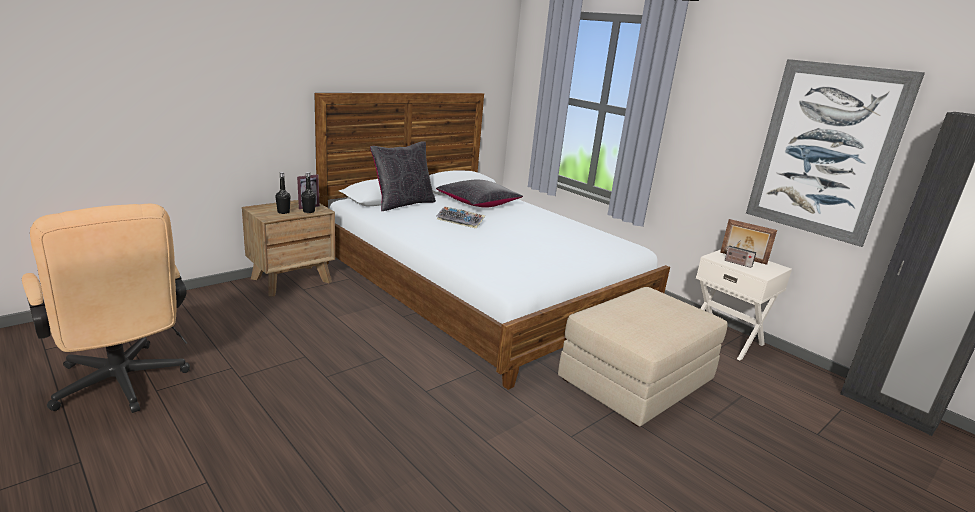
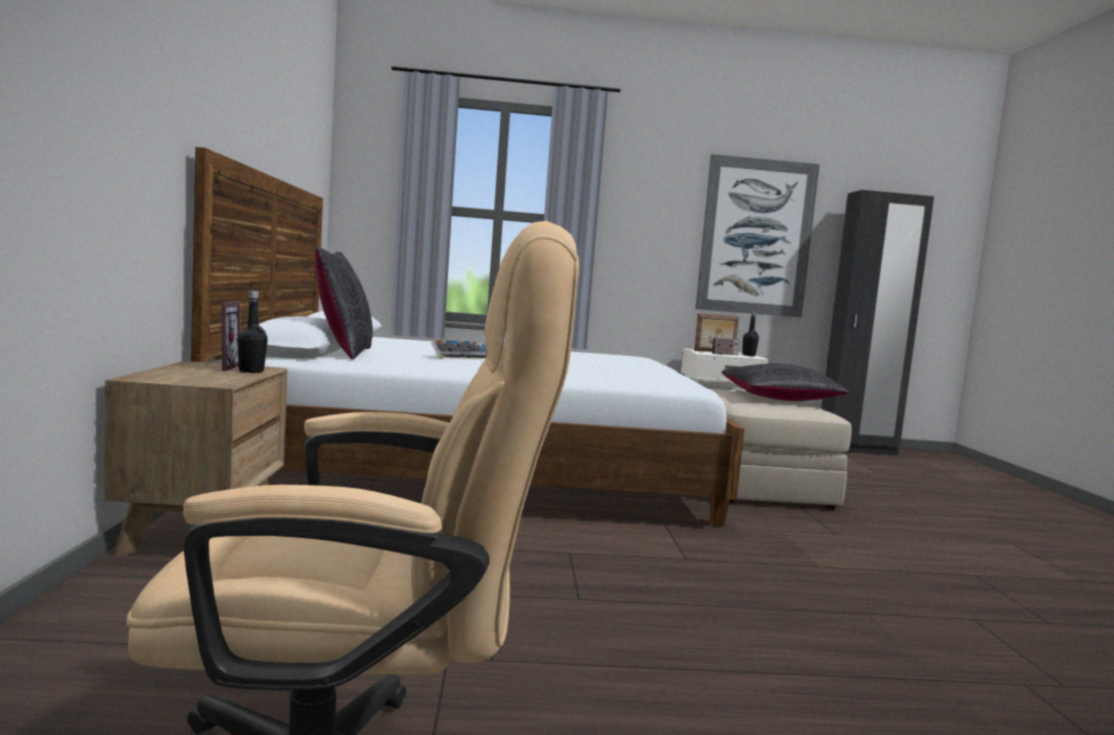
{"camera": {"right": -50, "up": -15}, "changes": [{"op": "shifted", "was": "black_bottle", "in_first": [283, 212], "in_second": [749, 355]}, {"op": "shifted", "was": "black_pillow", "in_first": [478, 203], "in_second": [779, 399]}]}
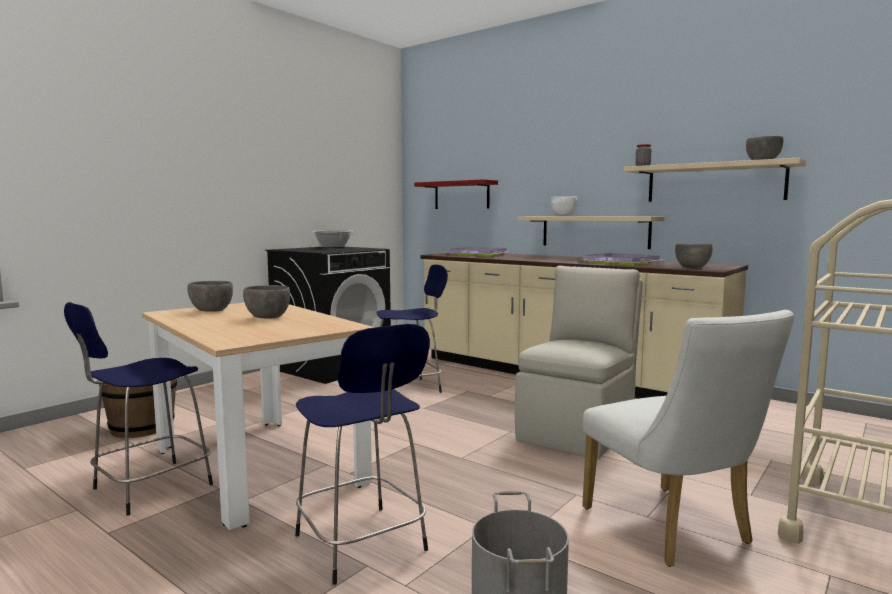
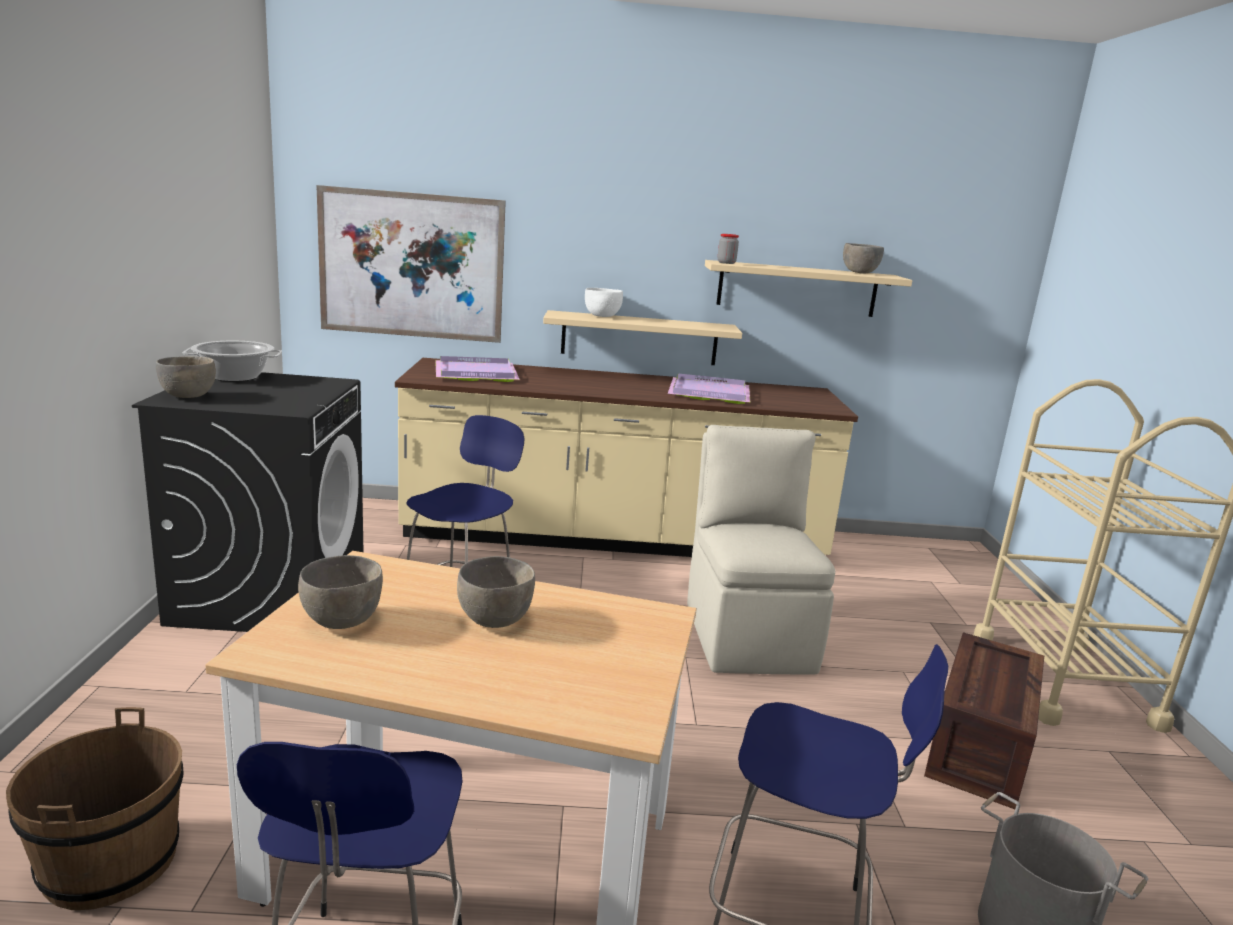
{"camera": {"right": -40, "up": 10}, "changes": [{"op": "shifted", "was": "grey_bowl", "in_first": [692, 267], "in_second": [188, 396]}, {"op": "swapped", "was": "red_shelf", "now": "picture", "in_first": [461, 195], "in_second": [411, 265]}, {"op": "swapped", "was": "white_chair", "now": "crate", "in_first": [673, 530], "in_second": [980, 749]}]}
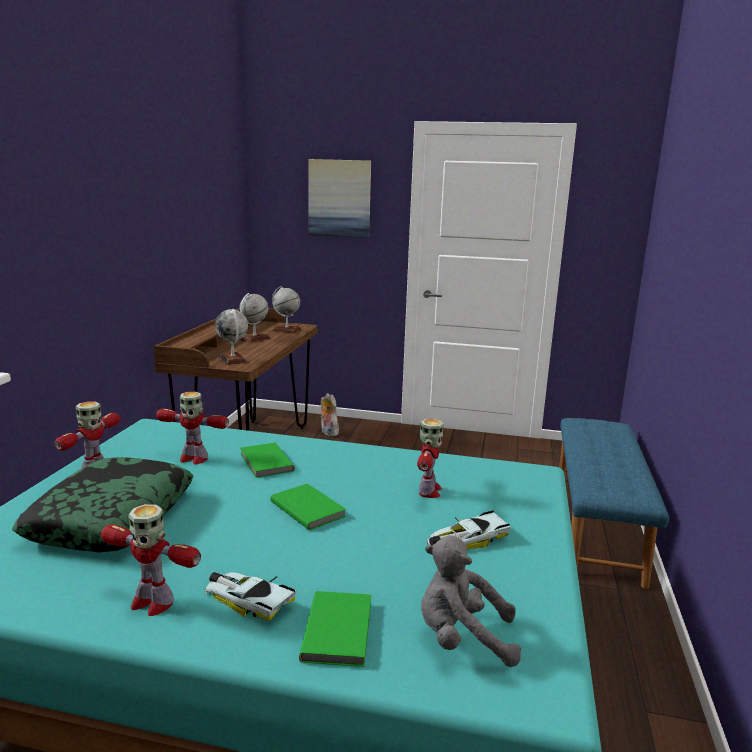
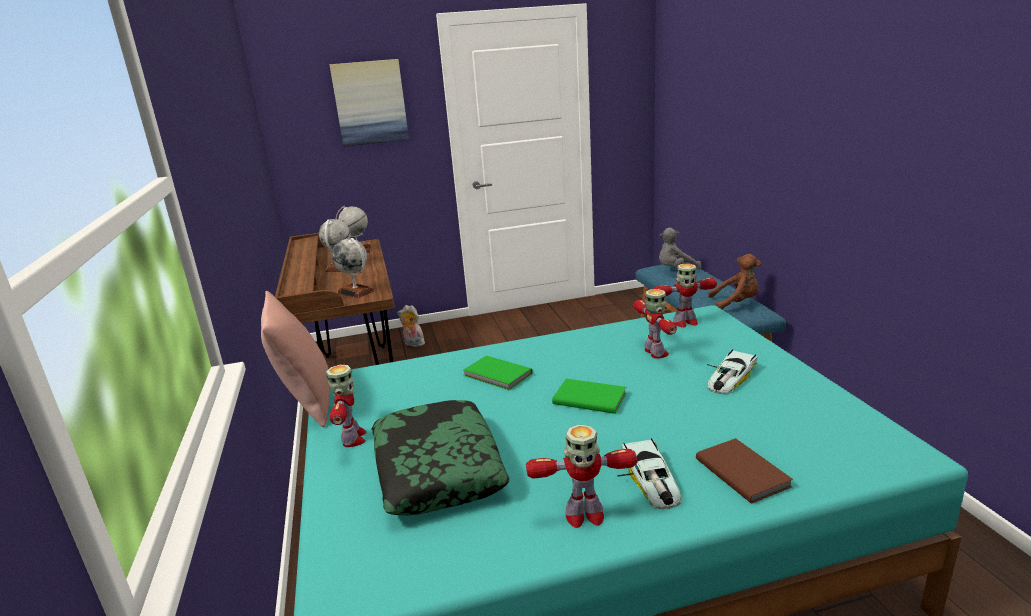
{"camera": {"right": -25, "up": 5}, "changes": [{"op": "new", "now": "pink_pillow", "in_second": [307, 402]}, {"op": "new", "now": "brown_plush_toy", "in_second": [736, 303]}, {"op": "shifted", "was": "toy_robot", "in_first": [193, 458], "in_second": [685, 322]}, {"op": "shifted", "was": "grey_plush_toy", "in_first": [462, 639], "in_second": [675, 269]}, {"op": "repainted", "was": "green_book", "now": "brown_book", "in_first": [340, 630], "in_second": [743, 471]}, {"op": "rotated", "was": "toy_car", "in_first": [248, 598], "in_second": [650, 480], "clockwise": -105}]}
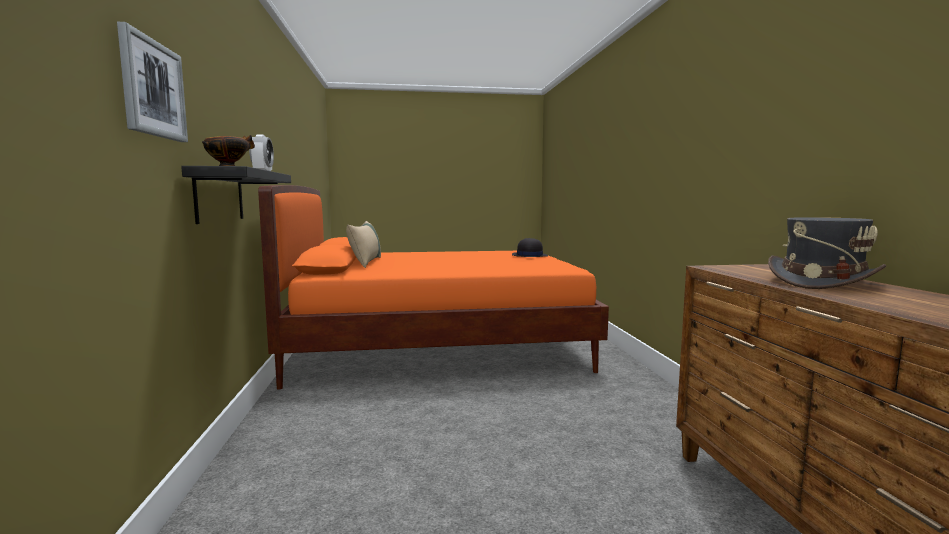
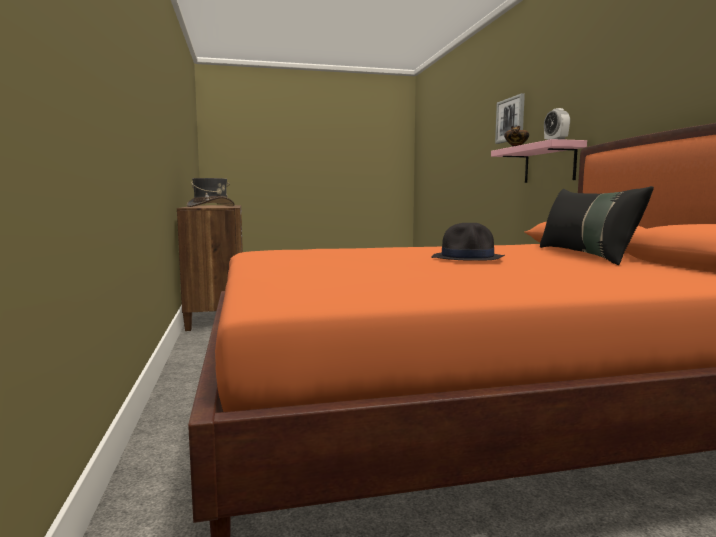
{"camera": {"right": 175, "up": 0}, "changes": [{"op": "shifted", "was": "black_hat", "in_first": [529, 256], "in_second": [468, 258]}, {"op": "repainted", "was": "black_shelf", "now": "pink_shelf", "in_first": [219, 196], "in_second": [549, 164]}, {"op": "repainted", "was": "beige_pillow", "now": "black_pillow", "in_first": [366, 262], "in_second": [585, 255]}]}
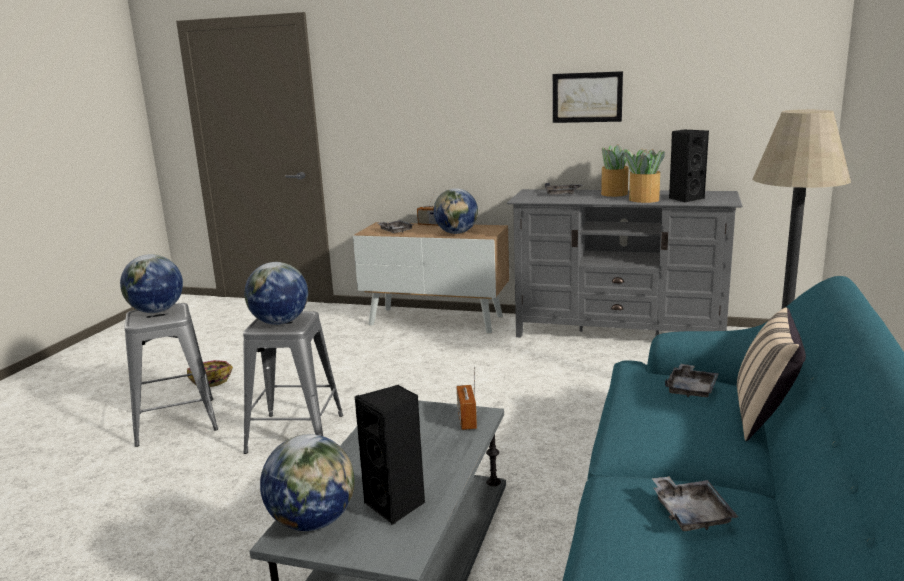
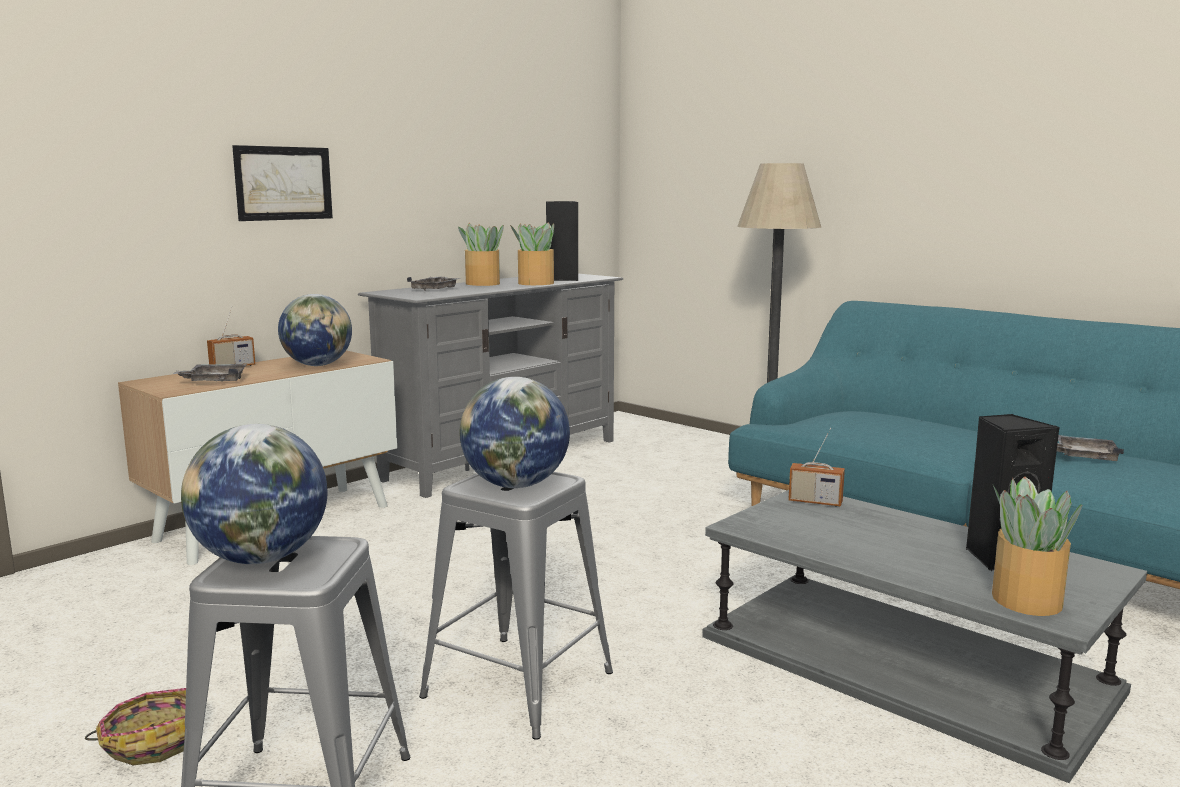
{"camera": {"right": -65, "up": -5}, "changes": [{"op": "gone", "was": "grey_tray", "in_first": [691, 389]}, {"op": "gone", "was": "beige_pillow", "in_first": [764, 417]}, {"op": "shifted", "was": "picture", "in_first": [587, 97], "in_second": [284, 183]}, {"op": "swapped", "was": "globe", "now": "potted_plant", "in_first": [313, 521], "in_second": [1026, 600]}]}
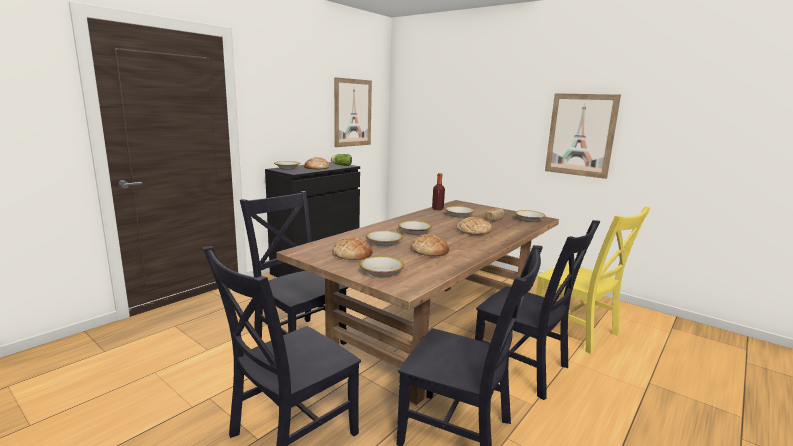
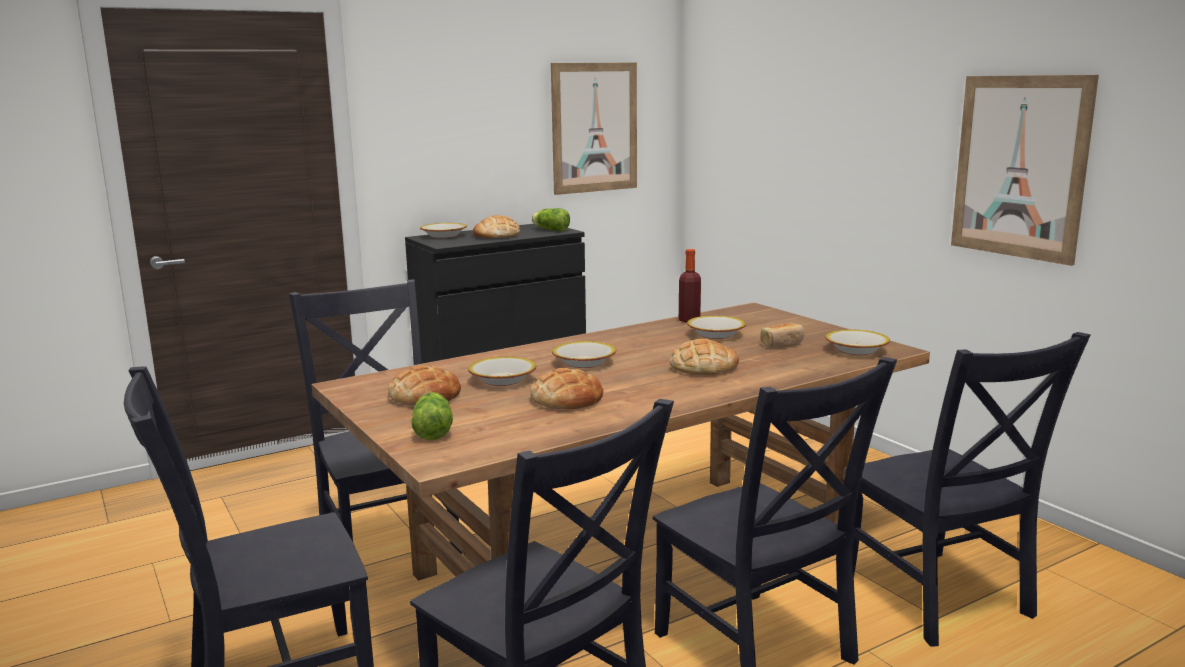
{"camera": {"right": 20, "up": 0}, "changes": [{"op": "swapped", "was": "bowl", "now": "lettuce", "in_first": [381, 272], "in_second": [433, 430]}, {"op": "repainted", "was": "yellow_chair", "now": "black_chair", "in_first": [578, 332], "in_second": [939, 599]}]}
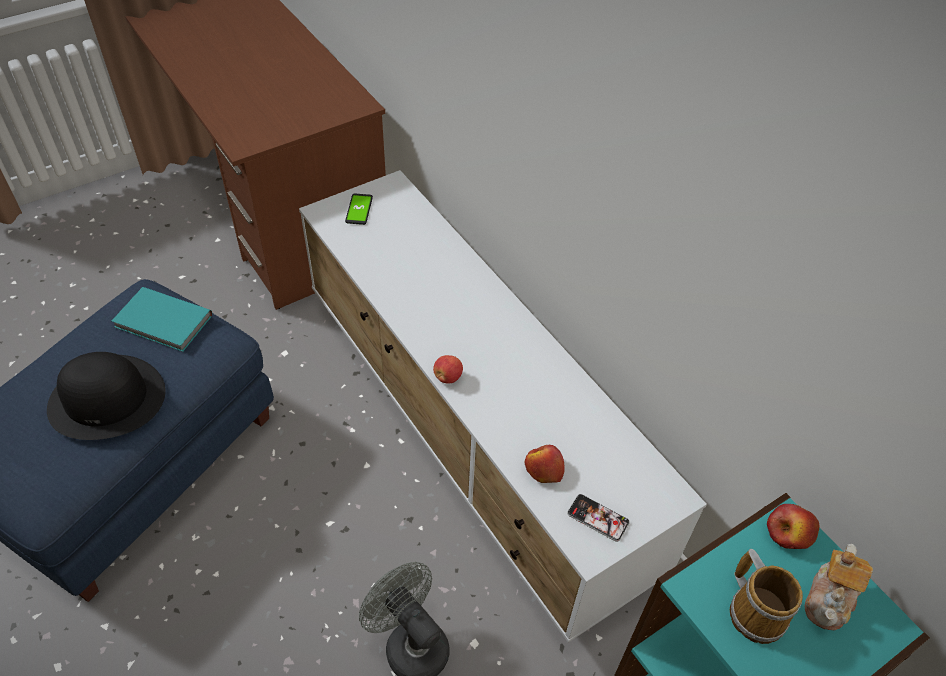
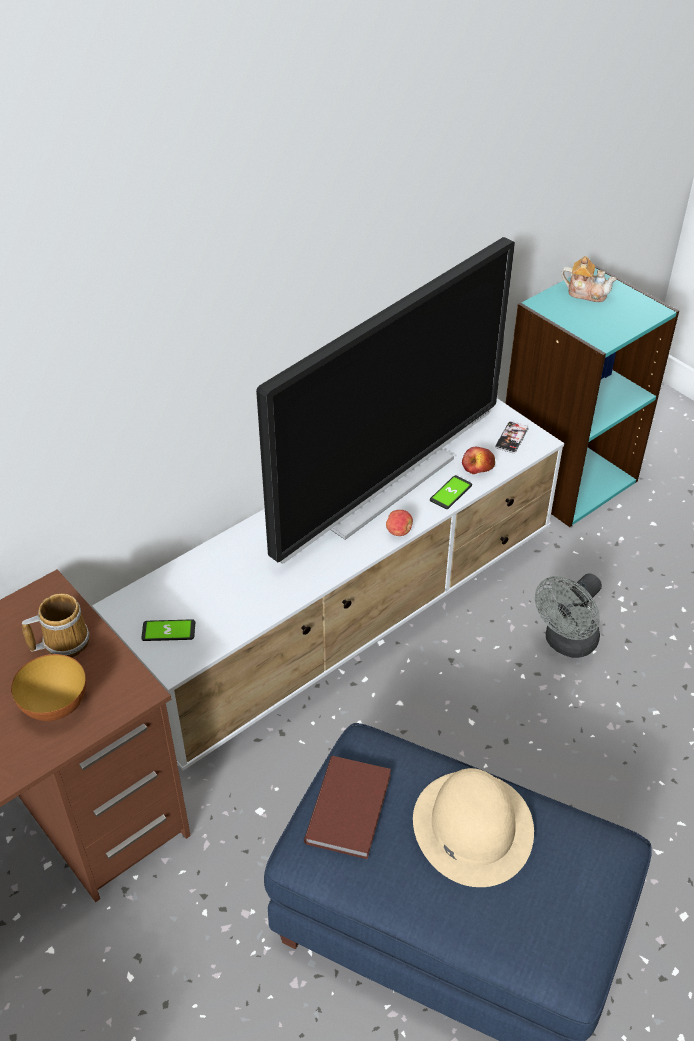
{"camera": {"right": -95, "up": -5}, "changes": [{"op": "gone", "was": "apple", "in_first": [789, 533]}, {"op": "new", "now": "bowl", "in_second": [56, 707]}, {"op": "new", "now": "television", "in_second": [382, 485]}, {"op": "new", "now": "phone", "in_second": [451, 493]}, {"op": "shifted", "was": "mug", "in_first": [756, 611], "in_second": [63, 641]}, {"op": "repainted", "was": "black_hat", "now": "beige_hat", "in_first": [107, 398], "in_second": [472, 826]}, {"op": "repainted", "was": "turquoise_book", "now": "brown_book", "in_first": [163, 323], "in_second": [351, 808]}]}
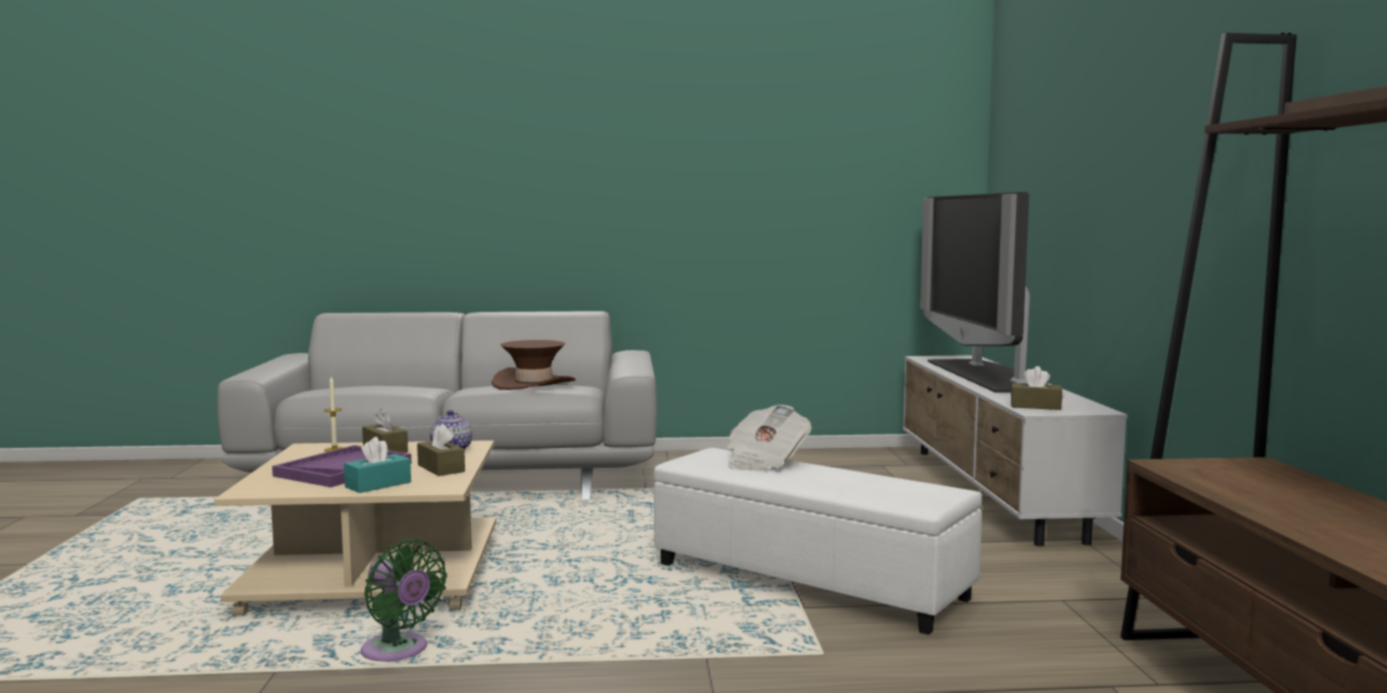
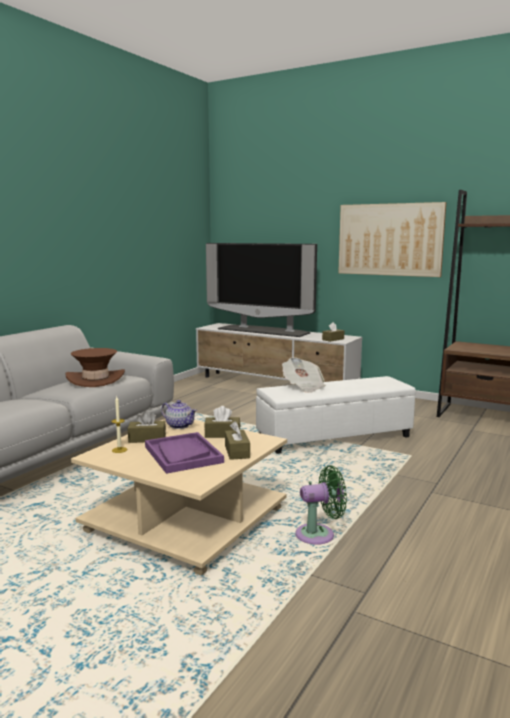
{"camera": {"right": -55, "up": 5}, "changes": [{"op": "new", "now": "picture", "in_second": [389, 239]}, {"op": "repainted", "was": "turquoise_tissue_box", "now": "brown_tissue_box", "in_first": [378, 484], "in_second": [237, 451]}]}
